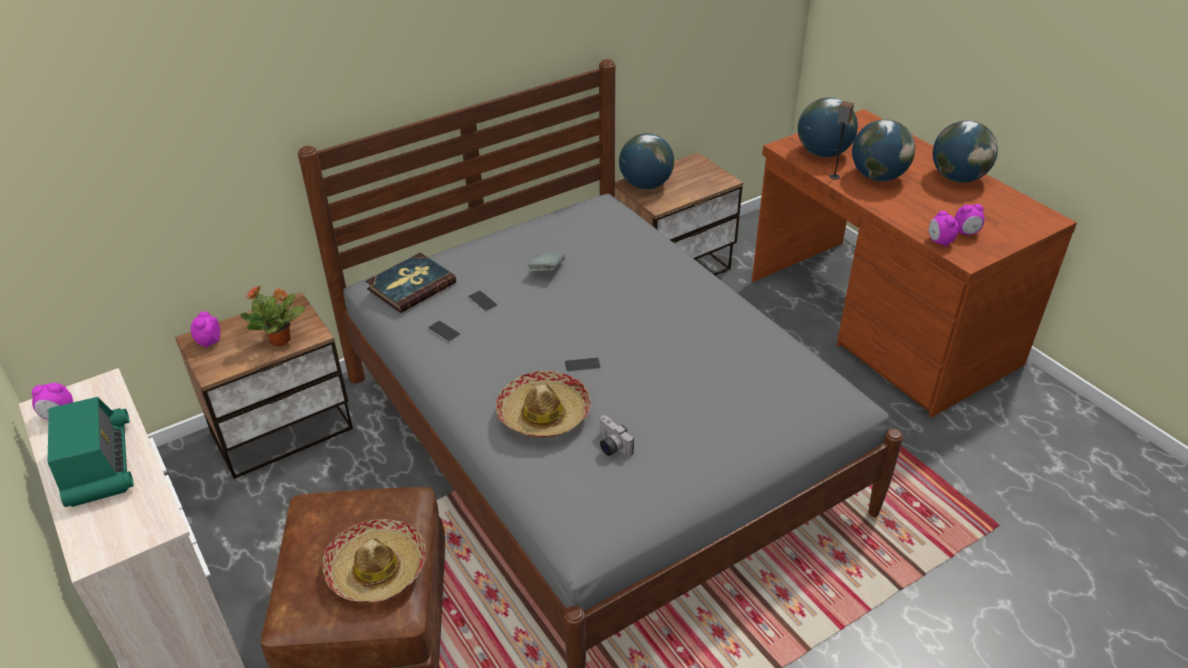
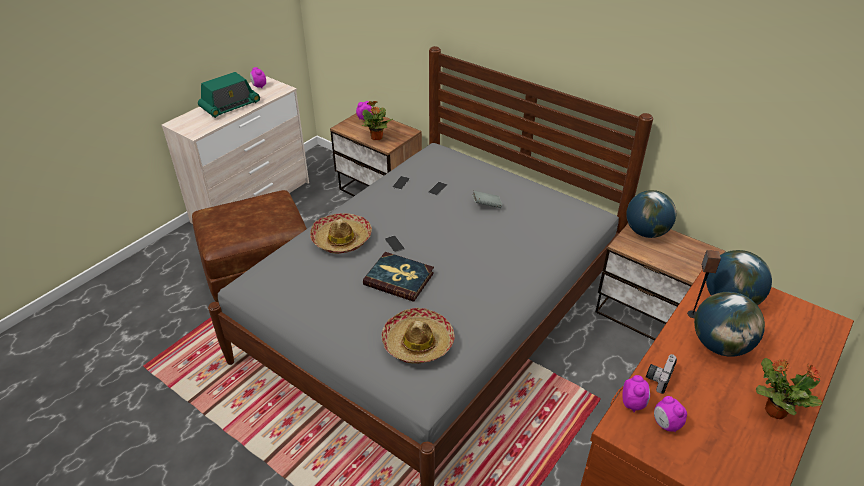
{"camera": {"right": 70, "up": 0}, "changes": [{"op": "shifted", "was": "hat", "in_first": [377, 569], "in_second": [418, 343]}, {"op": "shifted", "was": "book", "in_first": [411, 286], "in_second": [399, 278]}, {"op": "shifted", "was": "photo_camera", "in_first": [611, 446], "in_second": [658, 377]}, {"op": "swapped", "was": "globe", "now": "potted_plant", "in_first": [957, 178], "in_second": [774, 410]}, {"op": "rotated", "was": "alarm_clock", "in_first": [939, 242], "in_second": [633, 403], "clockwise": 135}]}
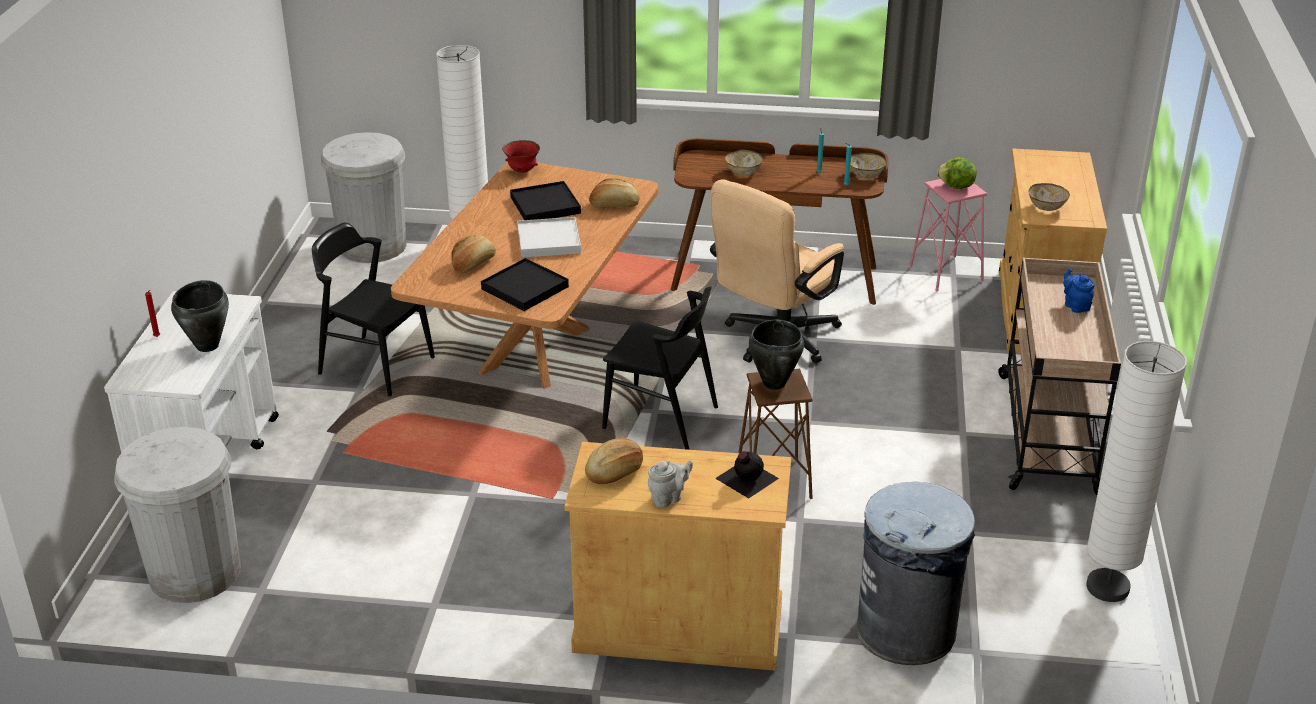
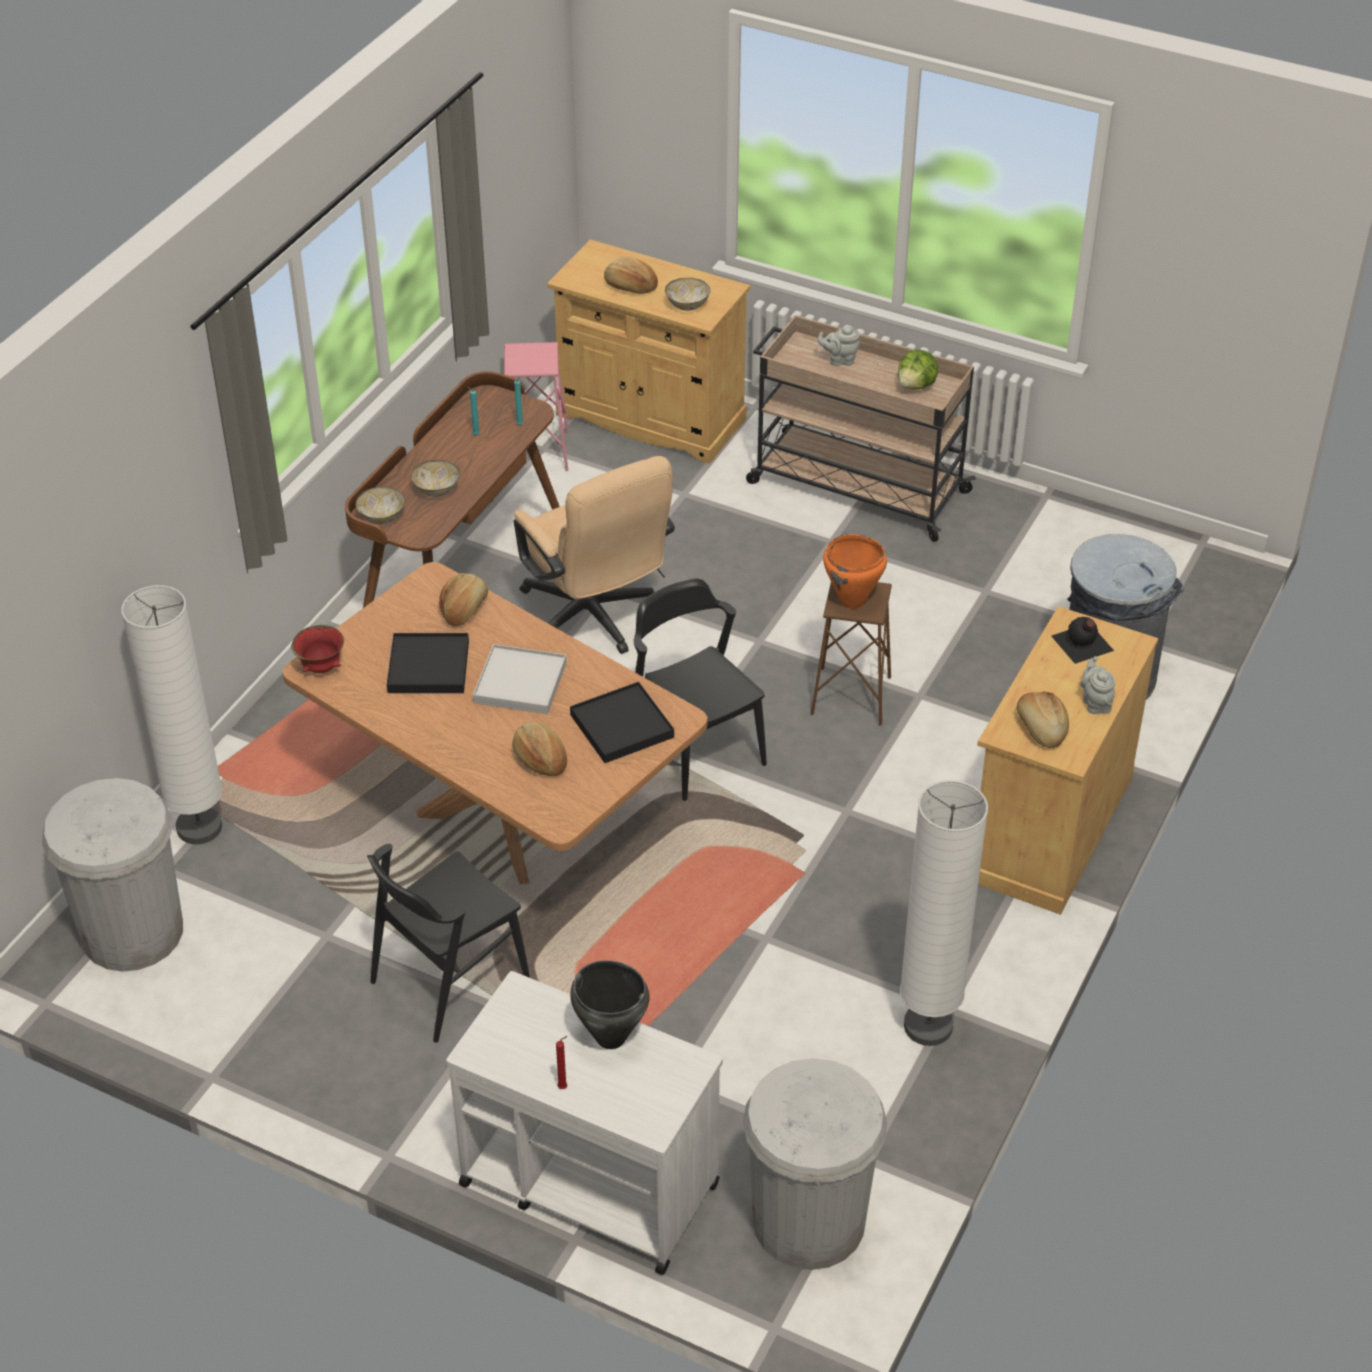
{"camera": {"right": -70, "up": 10}, "changes": [{"op": "new", "now": "bread", "in_second": [630, 286]}, {"op": "shifted", "was": "bowl", "in_first": [866, 175], "in_second": [381, 517]}, {"op": "shifted", "was": "lettuce", "in_first": [956, 187], "in_second": [916, 386]}, {"op": "shifted", "was": "white_floor_lamp", "in_first": [1107, 588], "in_second": [928, 1026]}, {"op": "repainted", "was": "black_cooking_pot", "now": "orange_cooking_pot", "in_first": [773, 383], "in_second": [852, 601]}, {"op": "repainted", "was": "blue_teapot", "now": "grey_teapot", "in_first": [1075, 305], "in_second": [840, 360]}, {"op": "rotated", "was": "black_chair", "in_first": [661, 417], "in_second": [696, 749], "clockwise": -75}]}
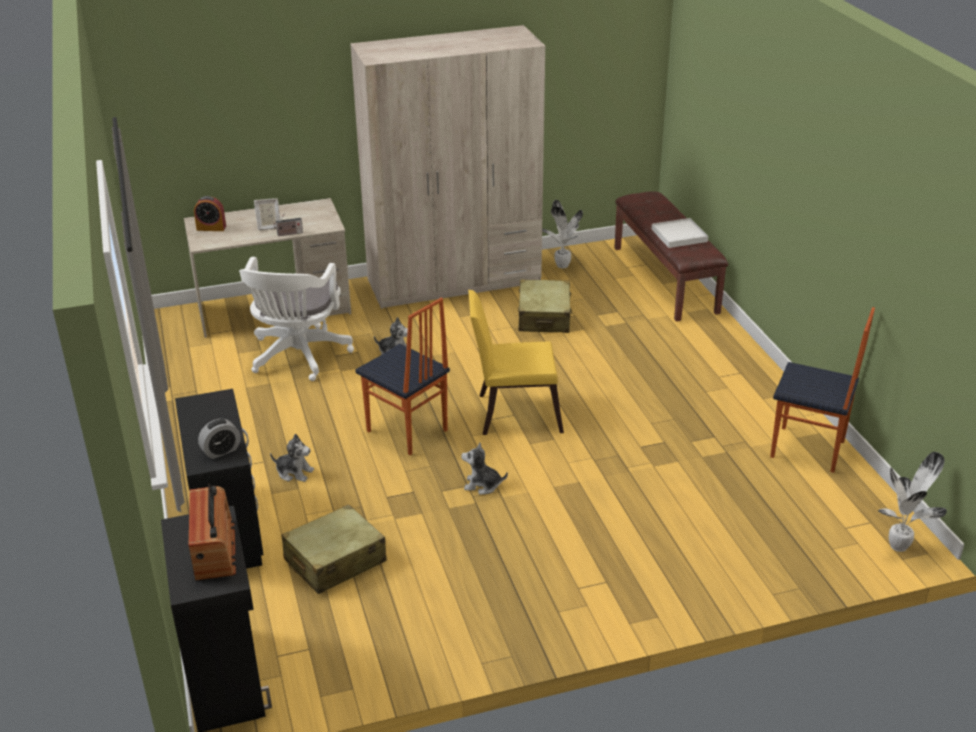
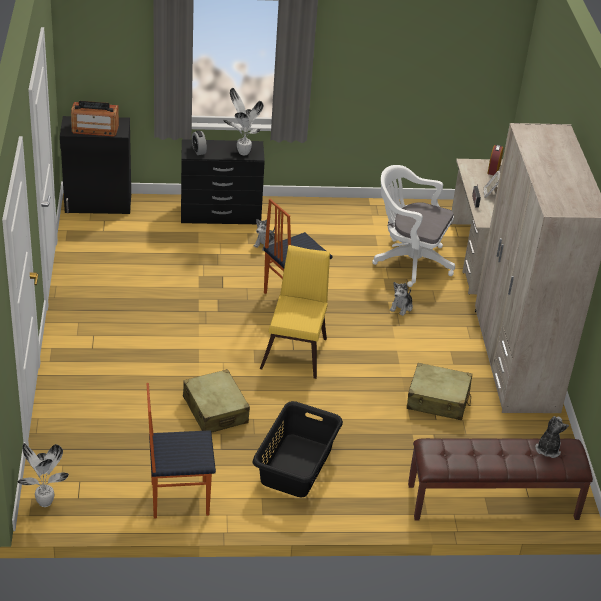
{"camera": {"right": 100, "up": 5}, "changes": [{"op": "gone", "was": "white_tray", "in_first": [679, 235]}, {"op": "new", "now": "black_laundry_basket", "in_second": [295, 465]}, {"op": "shifted", "was": "beige_suitcase", "in_first": [334, 561], "in_second": [215, 410]}, {"op": "shifted", "was": "plush_toy", "in_first": [482, 485], "in_second": [548, 449]}, {"op": "shifted", "was": "potted_plant", "in_first": [561, 266], "in_second": [242, 152]}, {"op": "rotated", "was": "chair", "in_first": [808, 450], "in_second": [179, 498], "clockwise": 45}]}
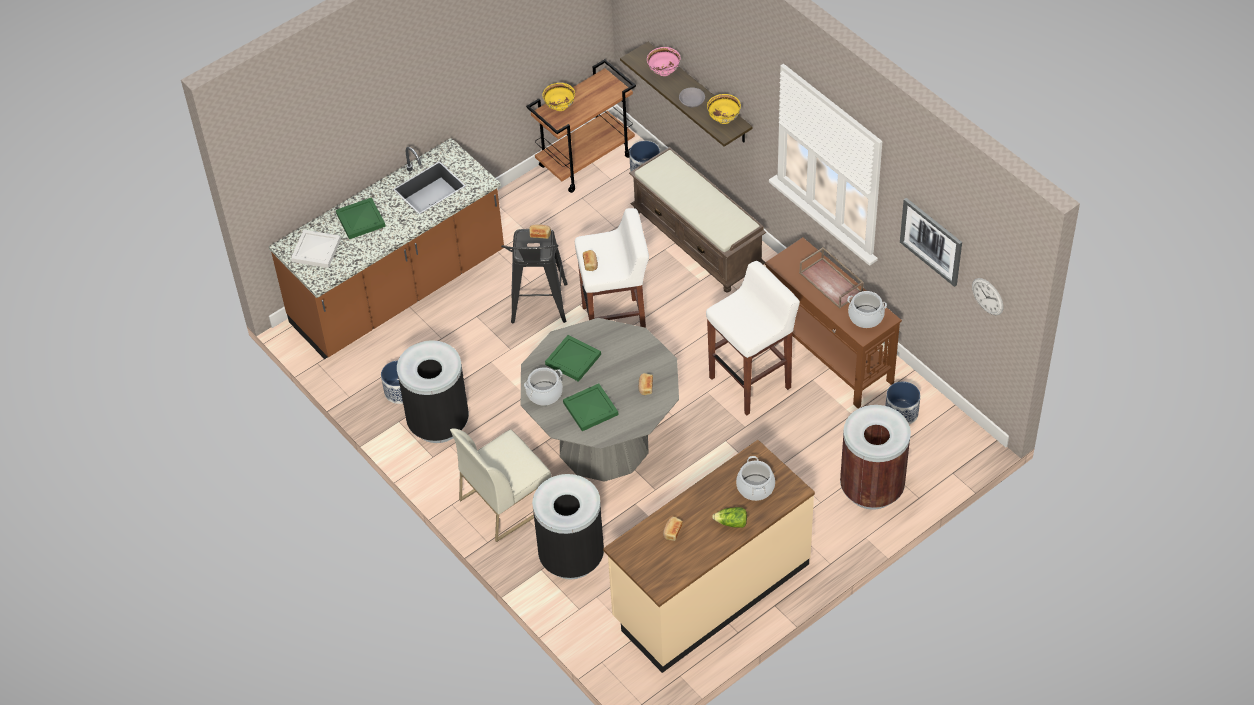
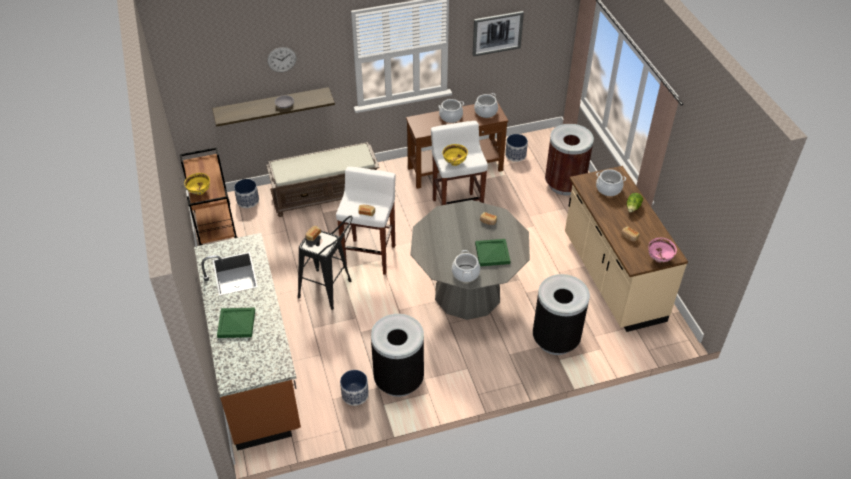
{"camera": {"right": -70, "up": -5}, "changes": [{"op": "gone", "was": "white_tray", "in_first": [316, 250]}, {"op": "gone", "was": "white_chair", "in_first": [506, 501]}, {"op": "gone", "was": "green_tray", "in_first": [573, 360]}, {"op": "shifted", "was": "pink_bowl", "in_first": [664, 72], "in_second": [659, 258]}, {"op": "shifted", "was": "yellow_bowl", "in_first": [723, 119], "in_second": [454, 163]}, {"op": "shifted", "was": "wall_clock", "in_first": [987, 296], "in_second": [281, 59]}, {"op": "swapped", "was": "brown_tray", "now": "cooking_pot", "in_first": [832, 283], "in_second": [450, 116]}]}
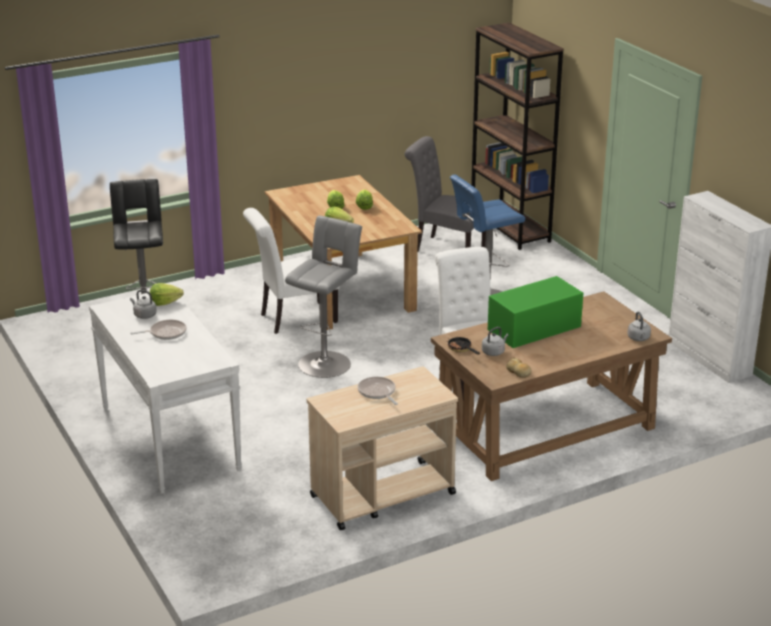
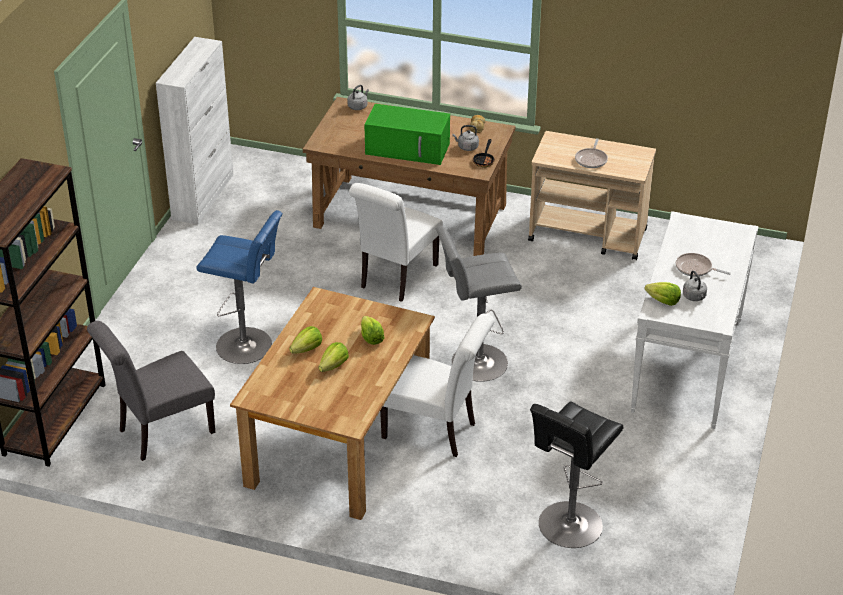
{"camera": {"right": -135, "up": 10}, "changes": [{"op": "rotated", "was": "grey_chair", "in_first": [445, 248], "in_second": [160, 433], "clockwise": 75}]}
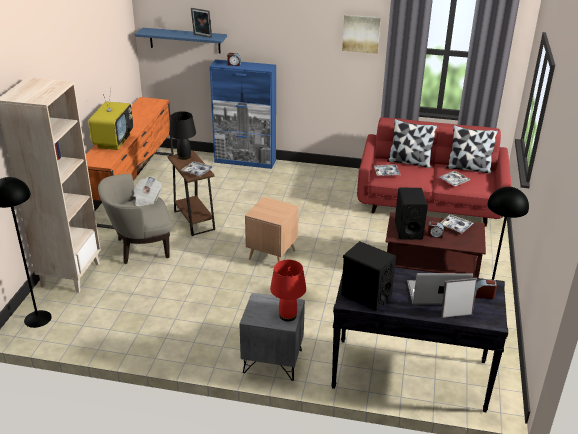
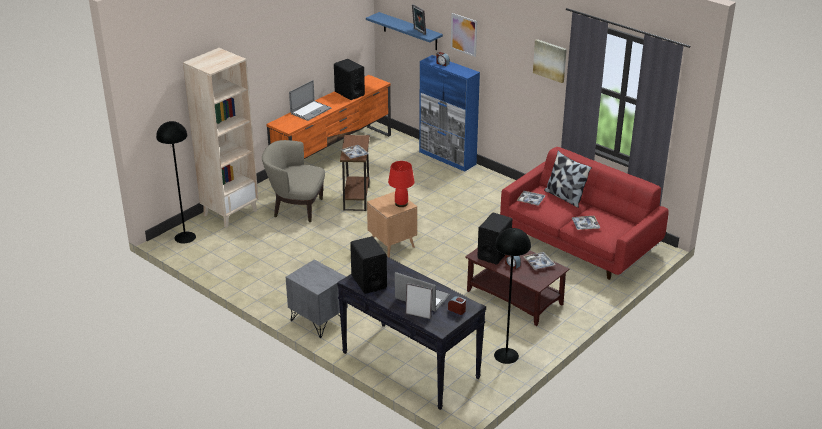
{"camera": {"right": 30, "up": 0}, "changes": [{"op": "gone", "was": "newspaper", "in_first": [147, 199]}, {"op": "gone", "was": "black_table_lamp", "in_first": [184, 156]}, {"op": "gone", "was": "pillow", "in_first": [468, 168]}, {"op": "new", "now": "black_speaker", "in_second": [349, 93]}, {"op": "new", "now": "picture", "in_second": [464, 34]}, {"op": "shifted", "was": "red_table_lamp", "in_first": [288, 315], "in_second": [401, 203]}, {"op": "swapped", "was": "television", "now": "laptop", "in_first": [113, 141], "in_second": [310, 111]}]}
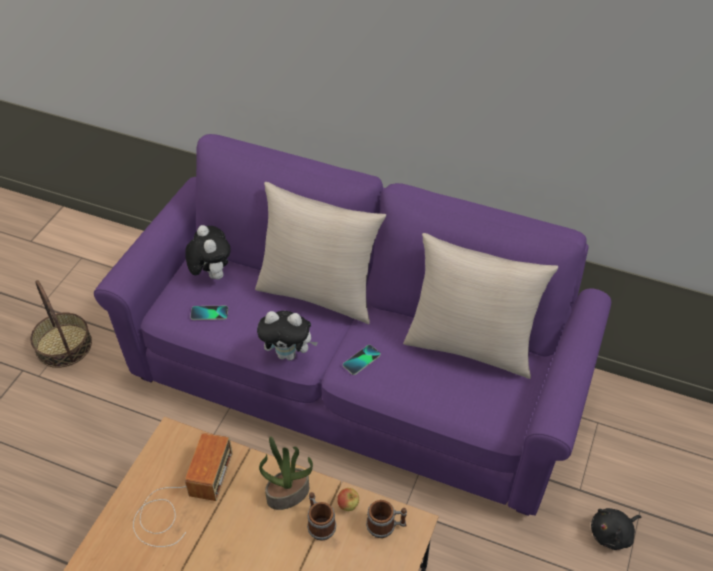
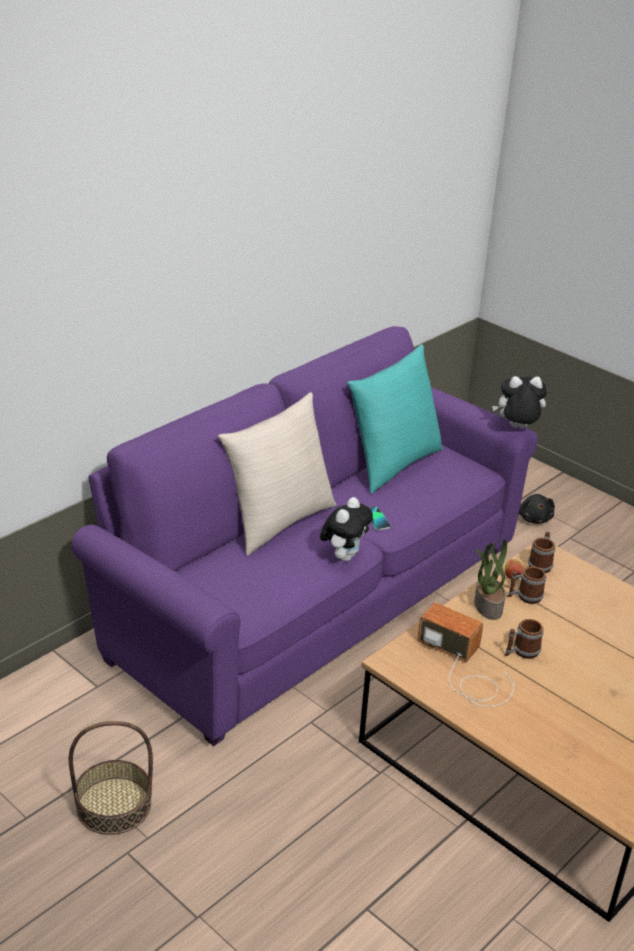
{"camera": {"right": -70, "up": -15}, "changes": [{"op": "gone", "was": "phone", "in_first": [209, 313]}, {"op": "new", "now": "mug", "in_second": [521, 652]}, {"op": "shifted", "was": "plush_toy", "in_first": [211, 274], "in_second": [517, 428]}, {"op": "repainted", "was": "beige_pillow", "now": "turquoise_pillow", "in_first": [470, 345], "in_second": [392, 464]}]}
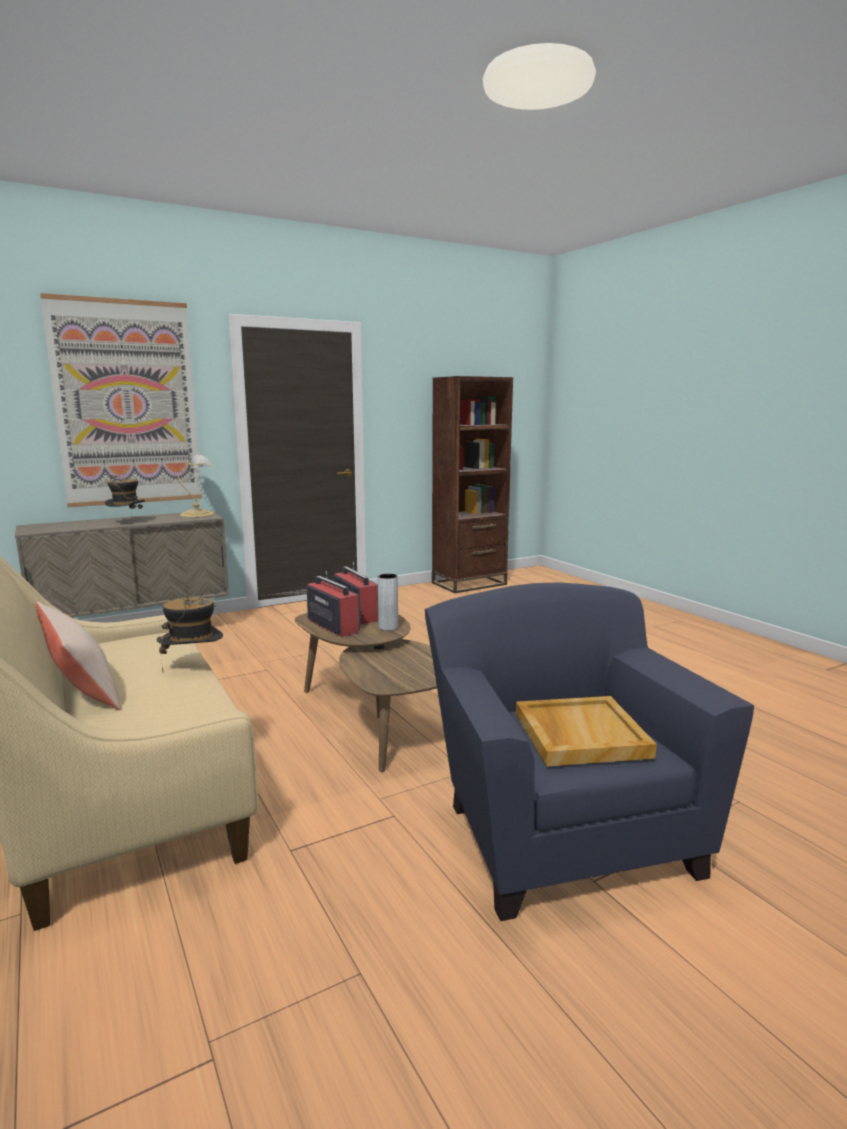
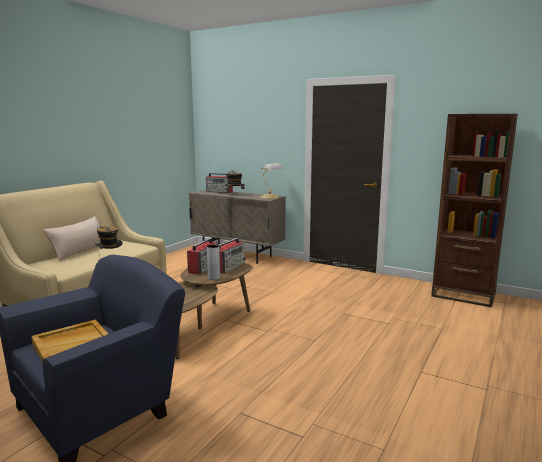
{"camera": {"right": 60, "up": 0}, "changes": [{"op": "gone", "was": "picture", "in_first": [127, 404]}, {"op": "new", "now": "radio", "in_second": [219, 192]}]}
